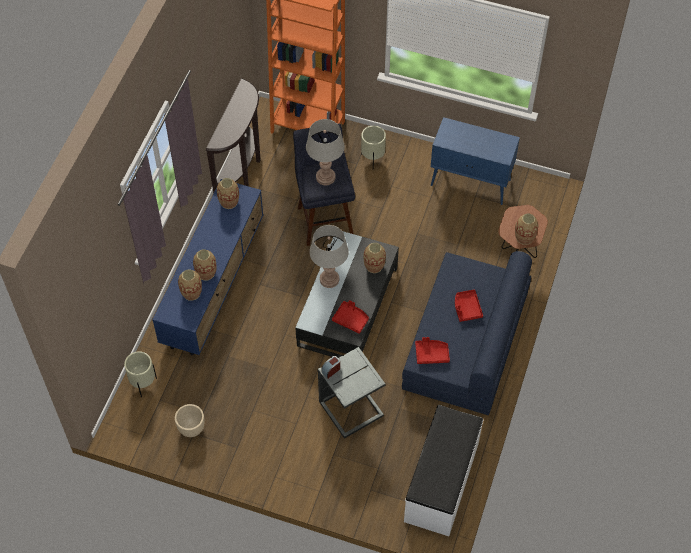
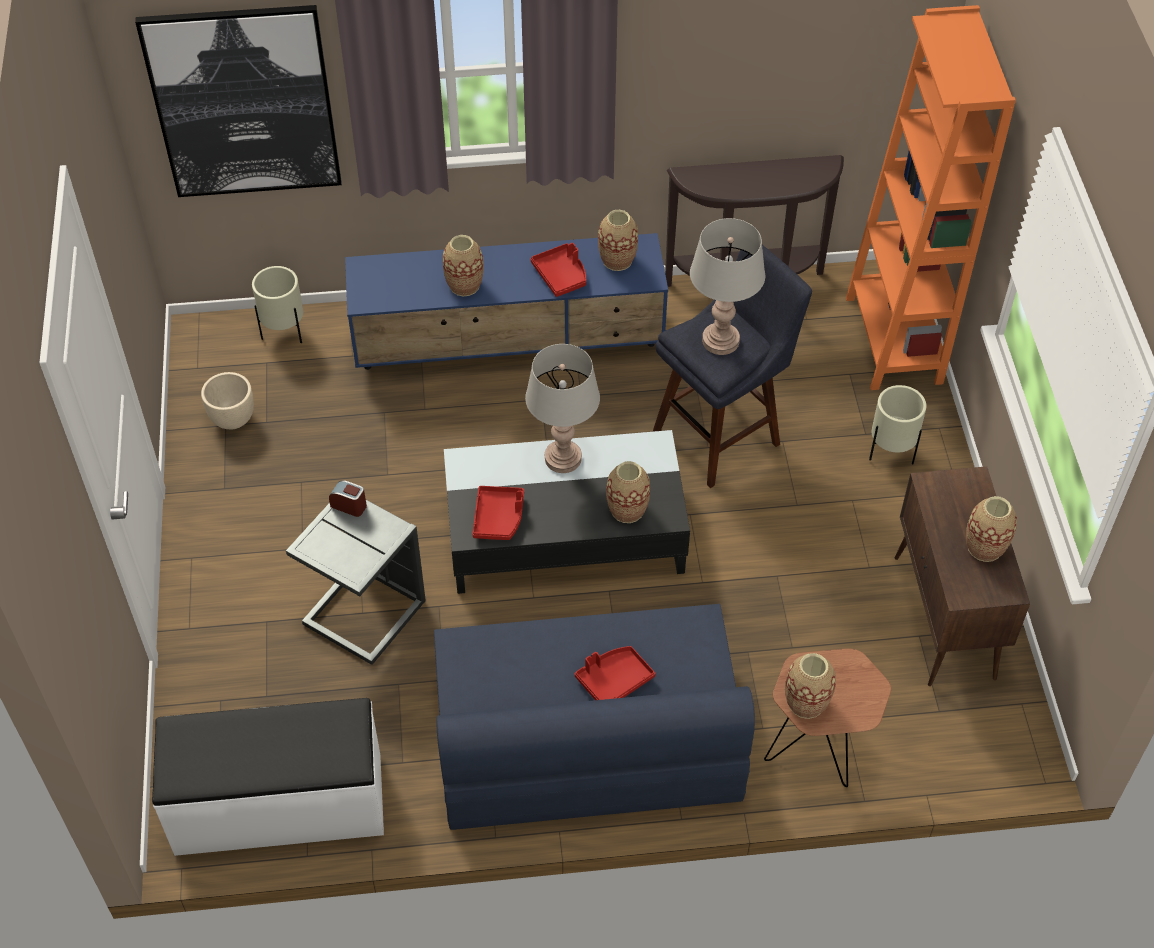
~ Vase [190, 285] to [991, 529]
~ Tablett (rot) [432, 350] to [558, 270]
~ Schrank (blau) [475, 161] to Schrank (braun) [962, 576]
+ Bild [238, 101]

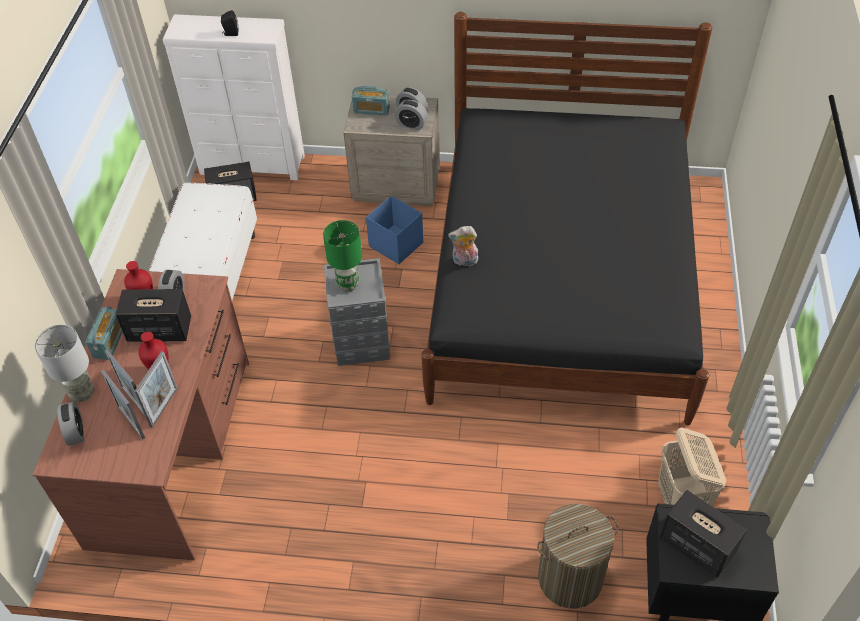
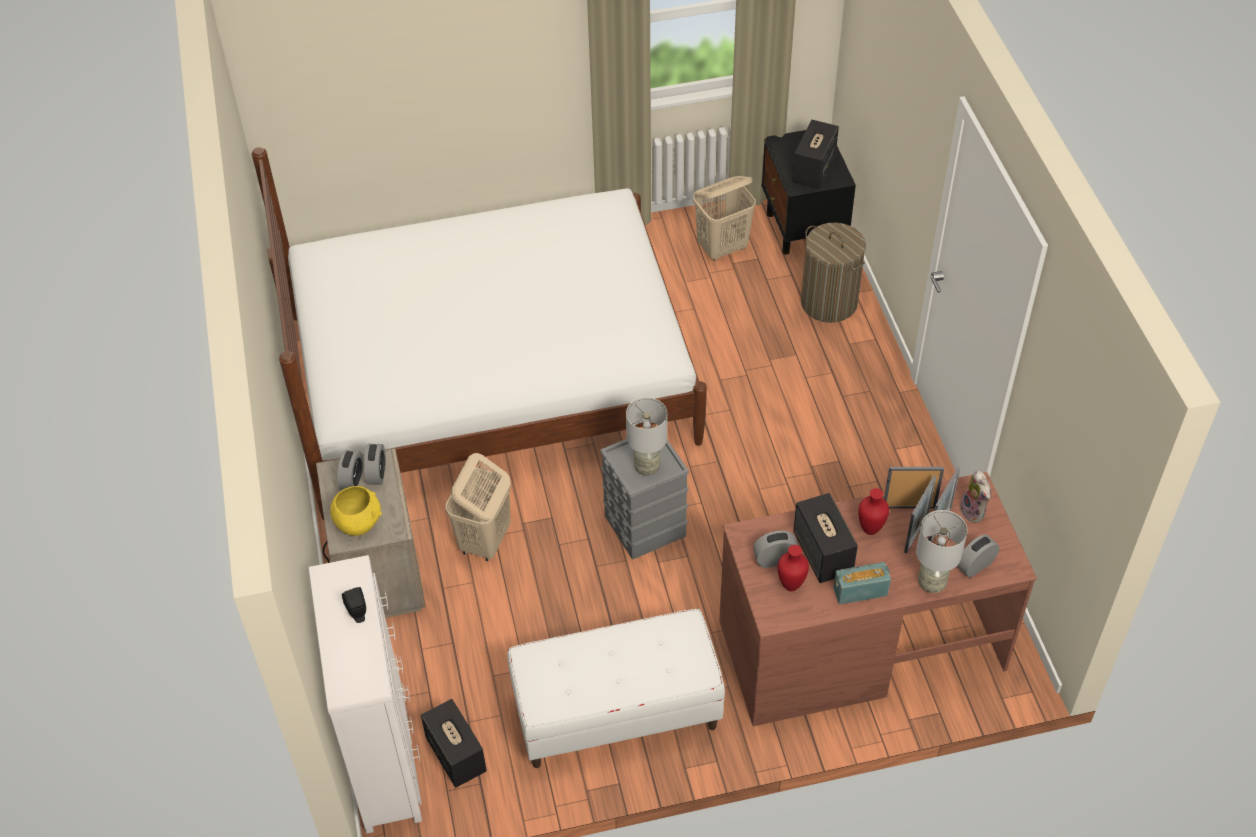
~ Tischlampe (grün) [342, 256] to Tischlampe (grau) [646, 436]
~ Radio [371, 101] to Schüssel (gelb) [356, 511]
~ Aufbewahrungsbox (blau) [394, 230] to Wäschekorb (beige) [478, 507]
~ Bett (schwarz) [566, 218] to Bett (weiß) [479, 333]
~ Plüschtier [464, 246] to [975, 496]

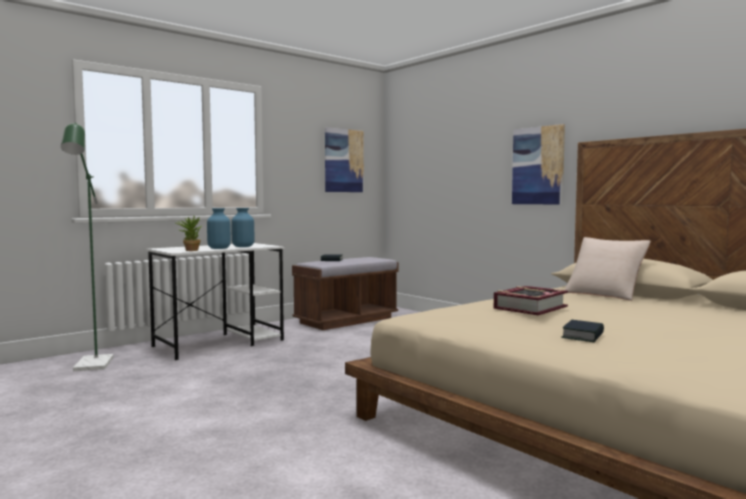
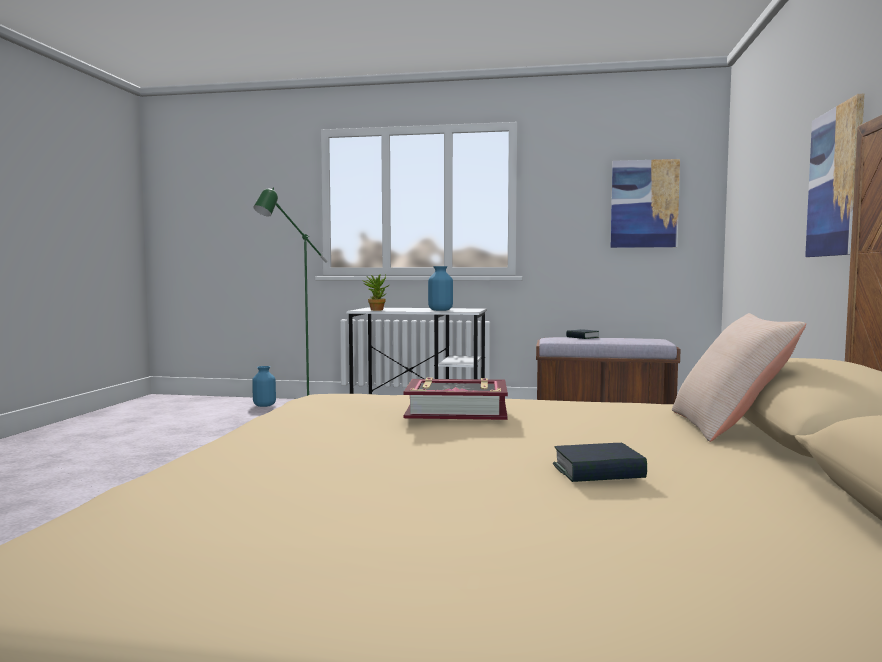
~ Vase (blau) [219, 228] to [264, 386]
~ Buch [582, 331] to [600, 462]

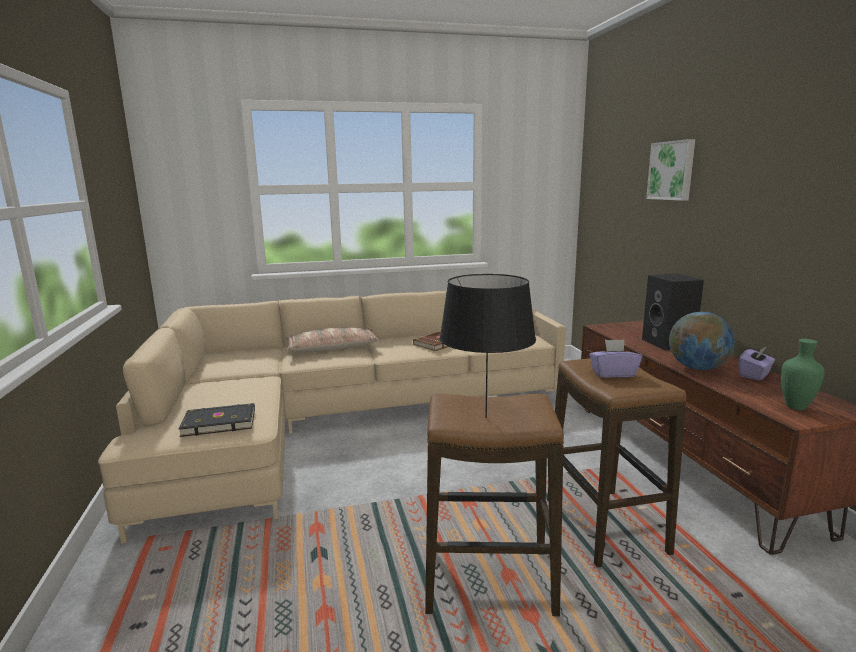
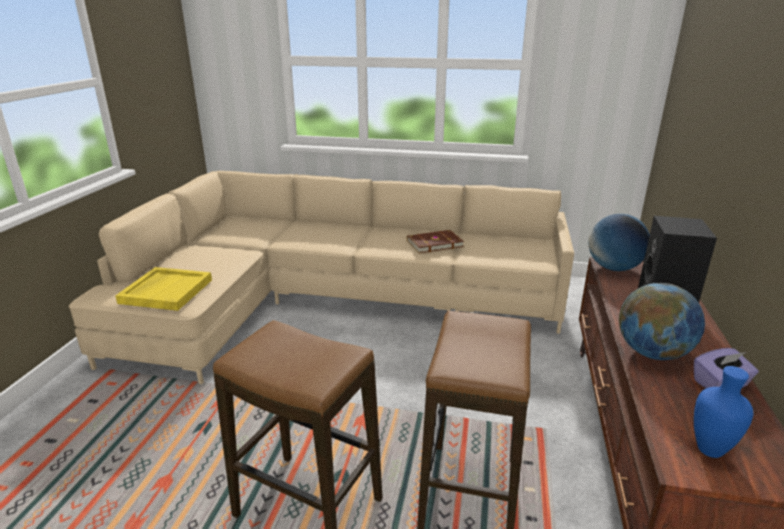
~ Buch (schwarz) [217, 420] to Tablett (gelb) [163, 289]
- Kissen [331, 339]
- Tischlampe (schwarz) [487, 346]
- Taschentuchbox (lila) [615, 358]
- Bild [670, 170]
~ Vase (grün) [803, 374] to Vase (blau) [723, 412]
+ Globus [619, 242]

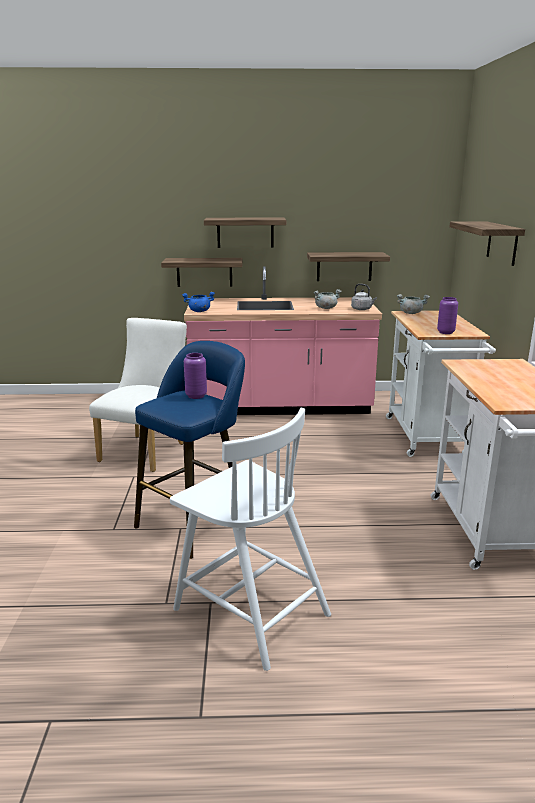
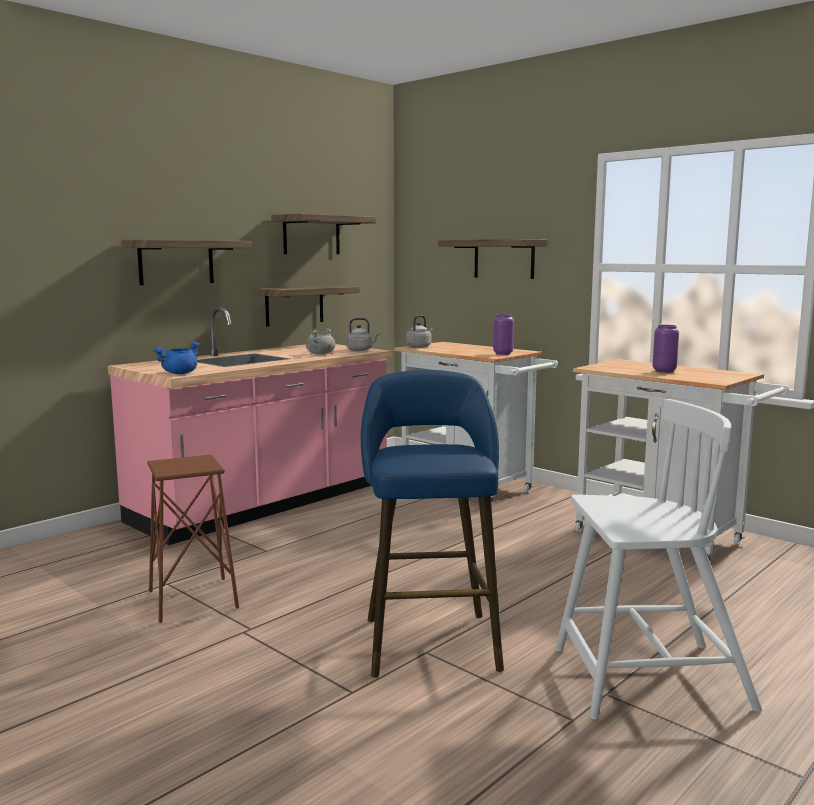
~ Stuhl (weiß) [138, 395] to Hocker (braun) [193, 539]
~ Wandregal [202, 272] to [323, 233]
~ Vase (lila) [195, 376] to [666, 349]
~ Kochtopf (grau) [413, 304] to Wasserkessel (grau) [419, 331]

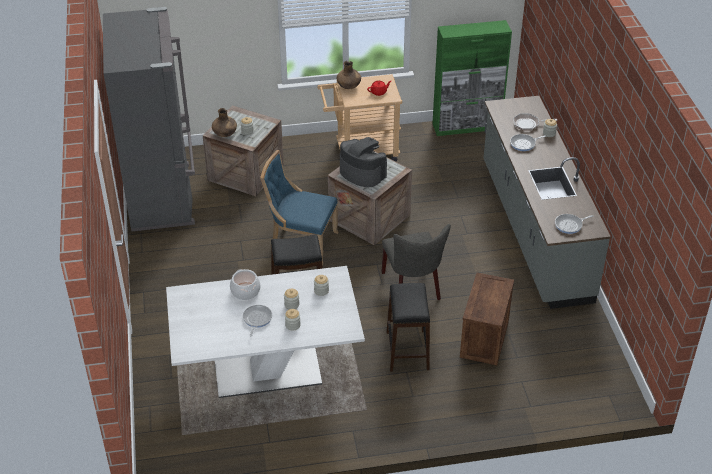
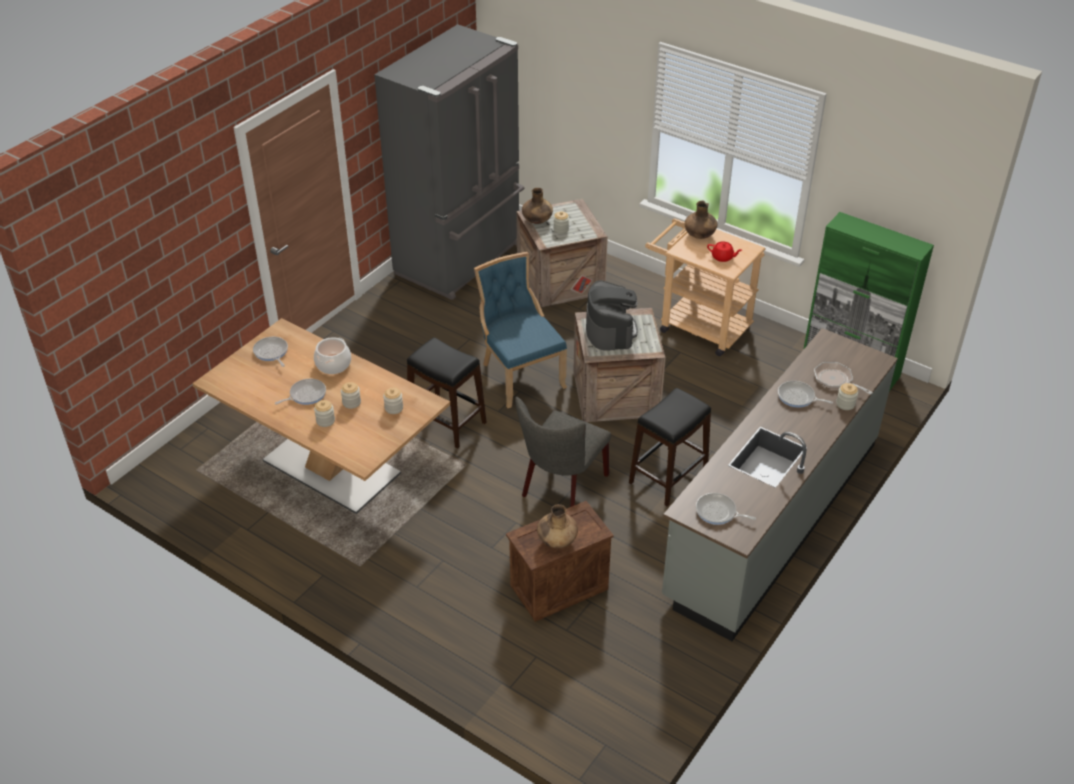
~ Esstisch (weiß) [265, 332] to Esstisch (braun) [321, 416]
~ Hocker (schwarz) [408, 327] to [670, 447]
+ Pfanne [270, 352]
+ Vase (braun) [557, 526]

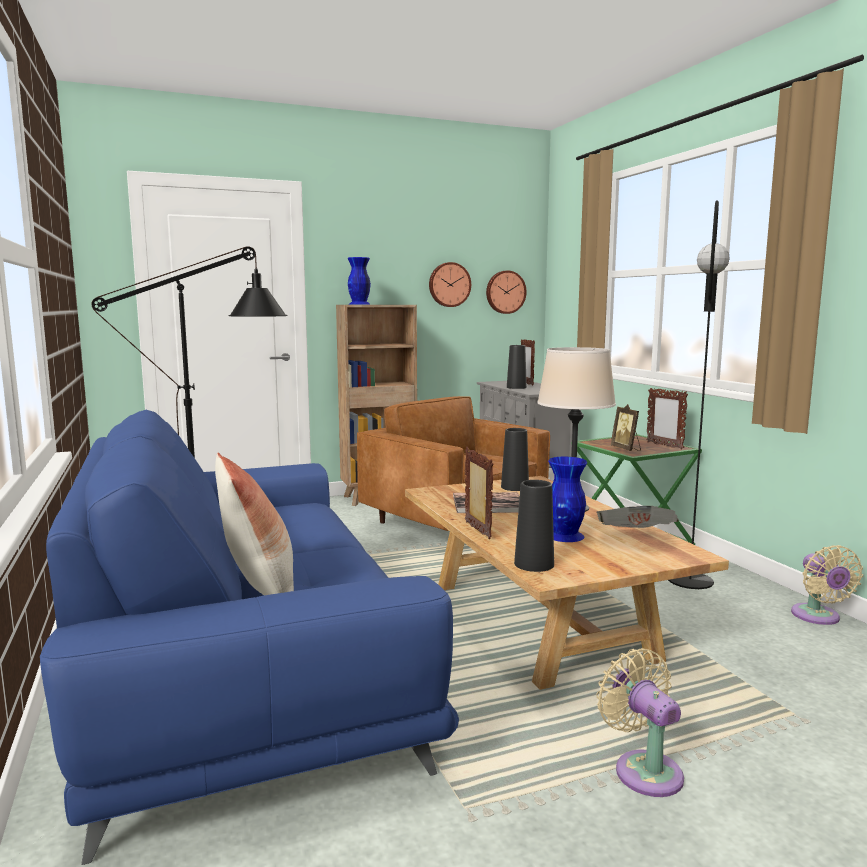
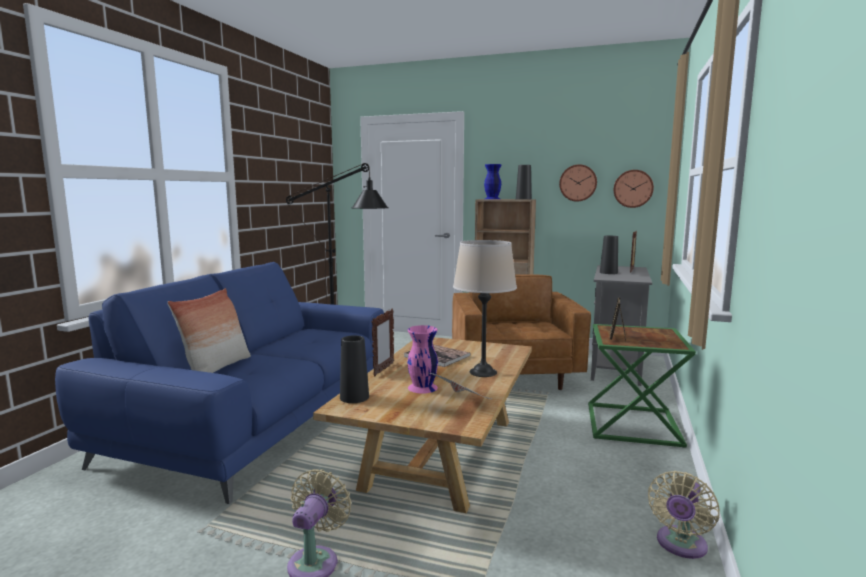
~ Vase (schwarz) [515, 459] to [524, 182]
~ Vase (blau) [567, 499] to Vase (rosa) [422, 359]
- Bilderrahmen [667, 418]
- Stehlampe (schwarz) [699, 395]

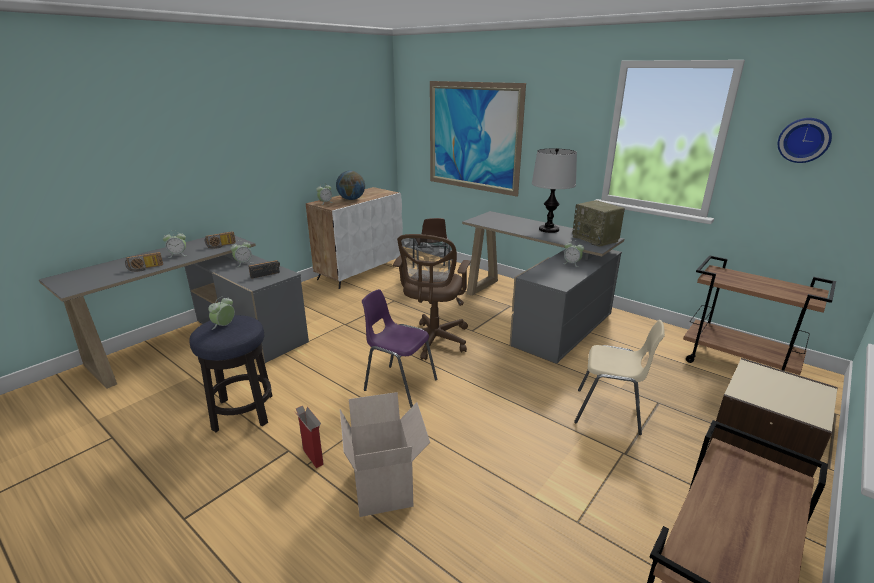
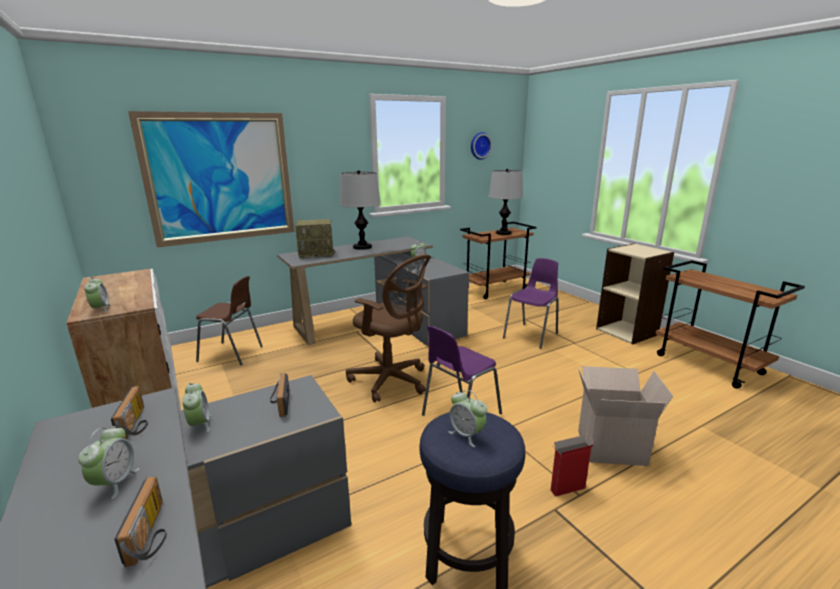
- Globus [350, 185]
~ Radio [598, 223] to [315, 238]
~ Stuhl (beige) [619, 377] to Stuhl (lila) [531, 303]
+ Tischlampe [506, 202]

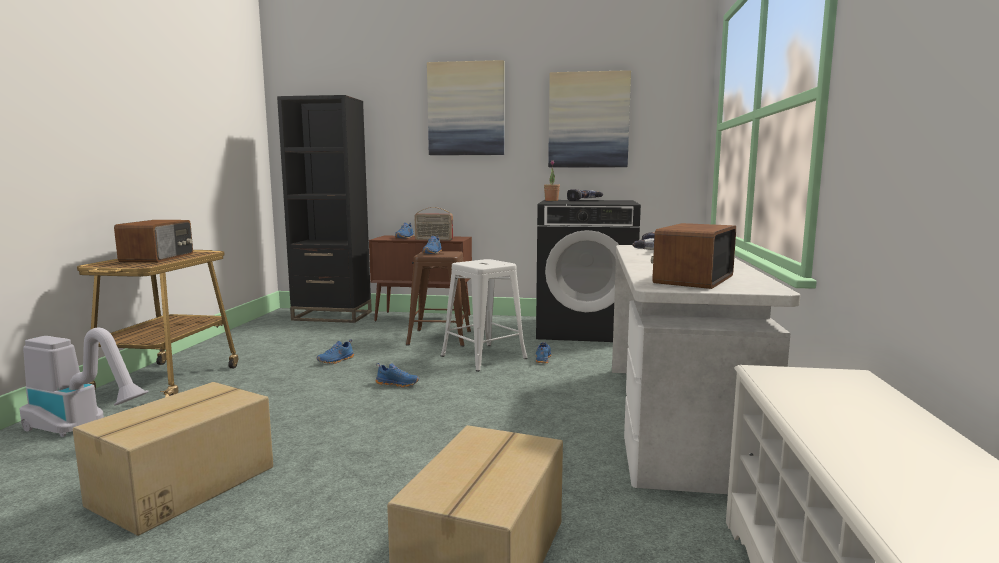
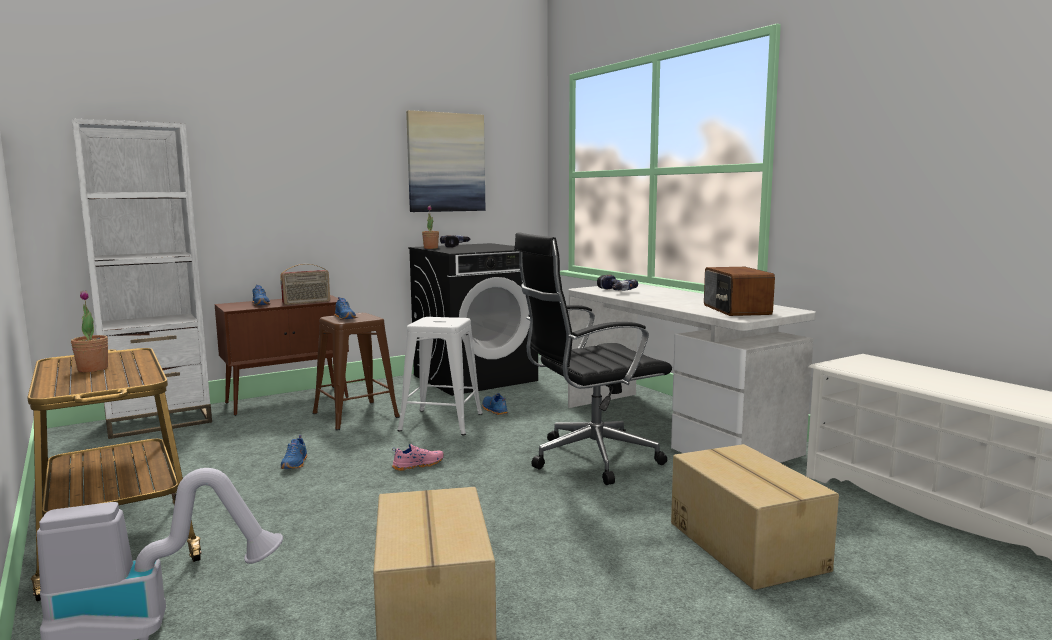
~ Radio [153, 241] to Topfpflanze [89, 331]
~ Bücherregal (schwarz) [324, 209] to Bücherregal (weiß) [142, 278]
~ Schuh (blau) [397, 375] to Schuh (rosa) [418, 457]
- Bild [466, 107]
+ Bürostuhl (schwarz) [593, 358]

